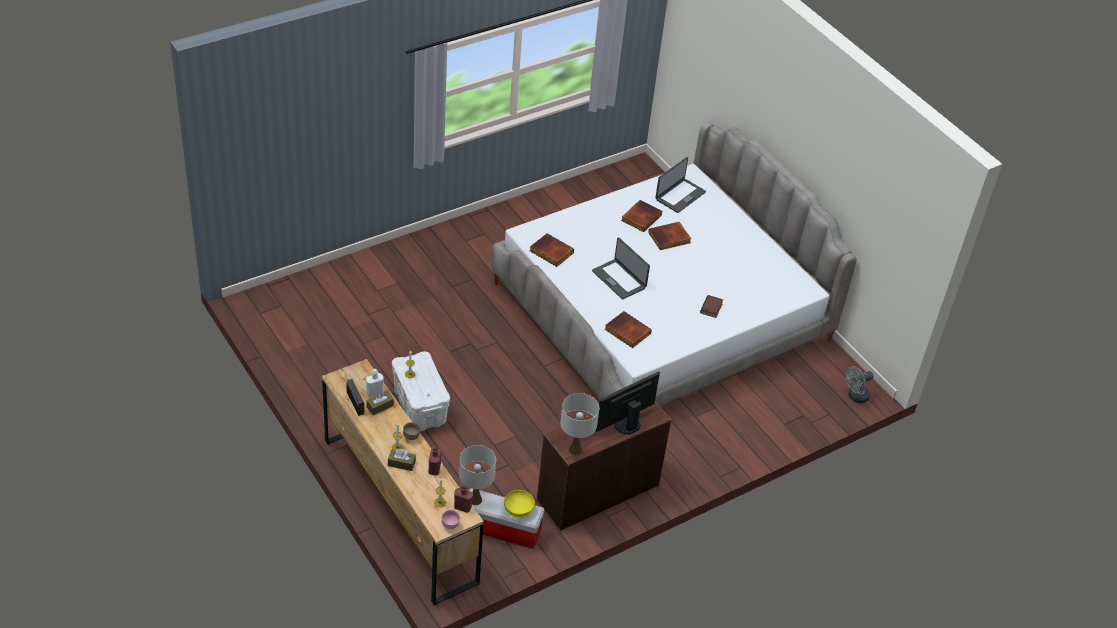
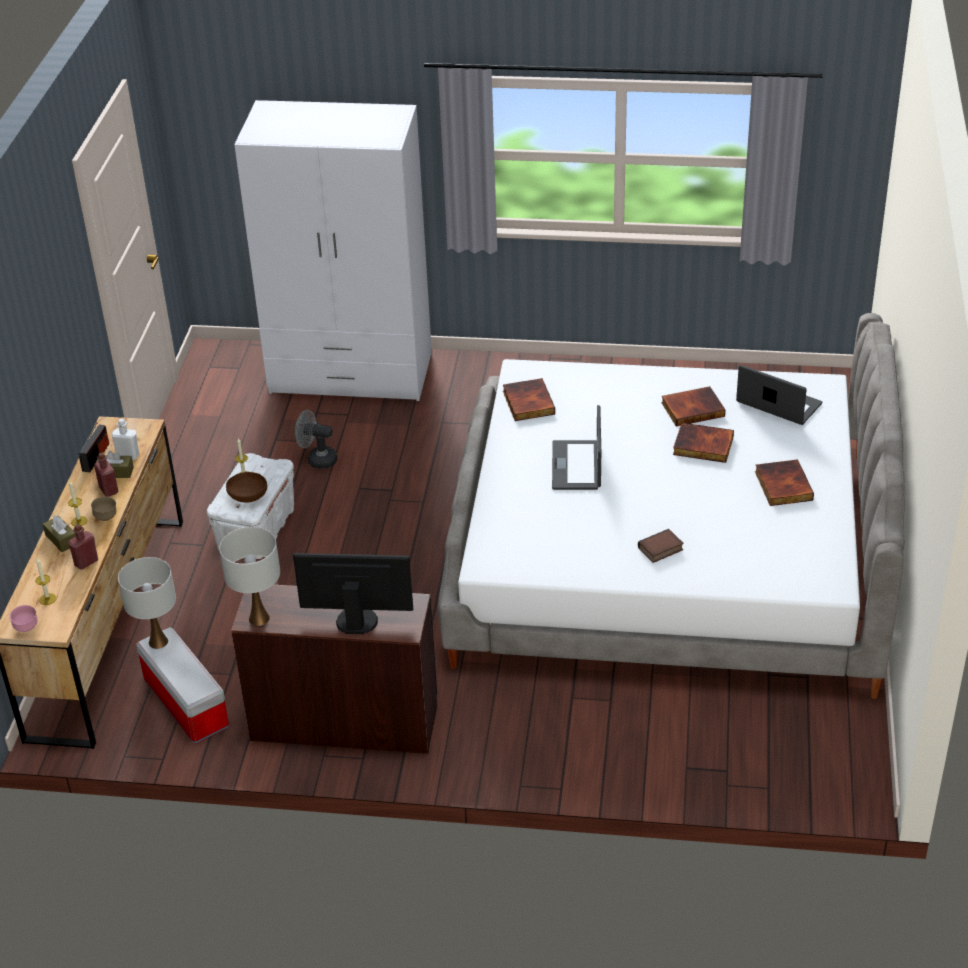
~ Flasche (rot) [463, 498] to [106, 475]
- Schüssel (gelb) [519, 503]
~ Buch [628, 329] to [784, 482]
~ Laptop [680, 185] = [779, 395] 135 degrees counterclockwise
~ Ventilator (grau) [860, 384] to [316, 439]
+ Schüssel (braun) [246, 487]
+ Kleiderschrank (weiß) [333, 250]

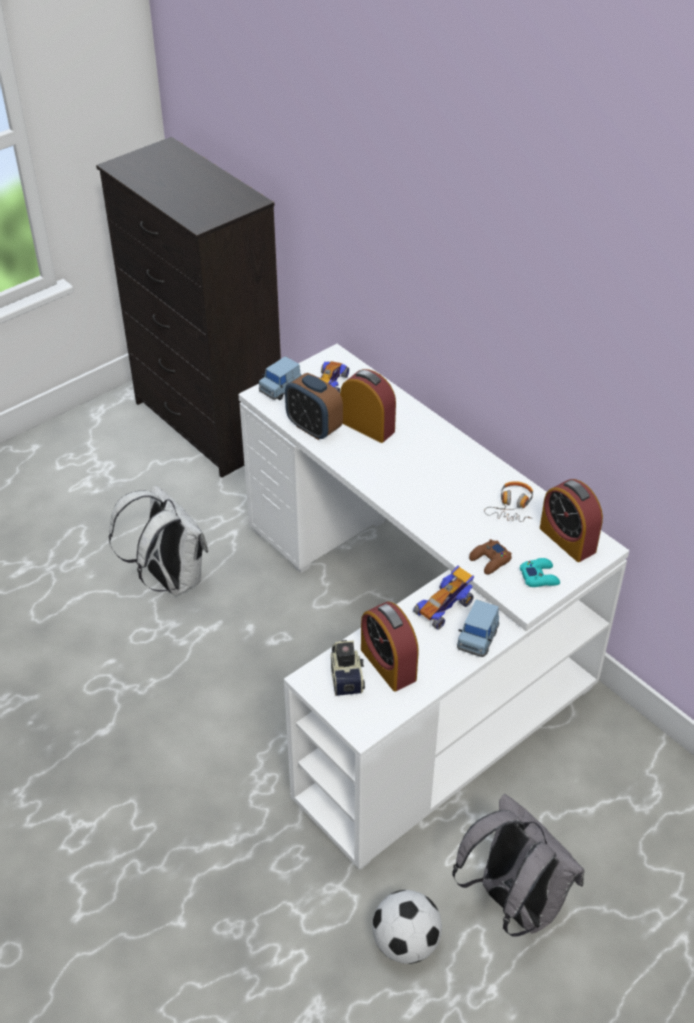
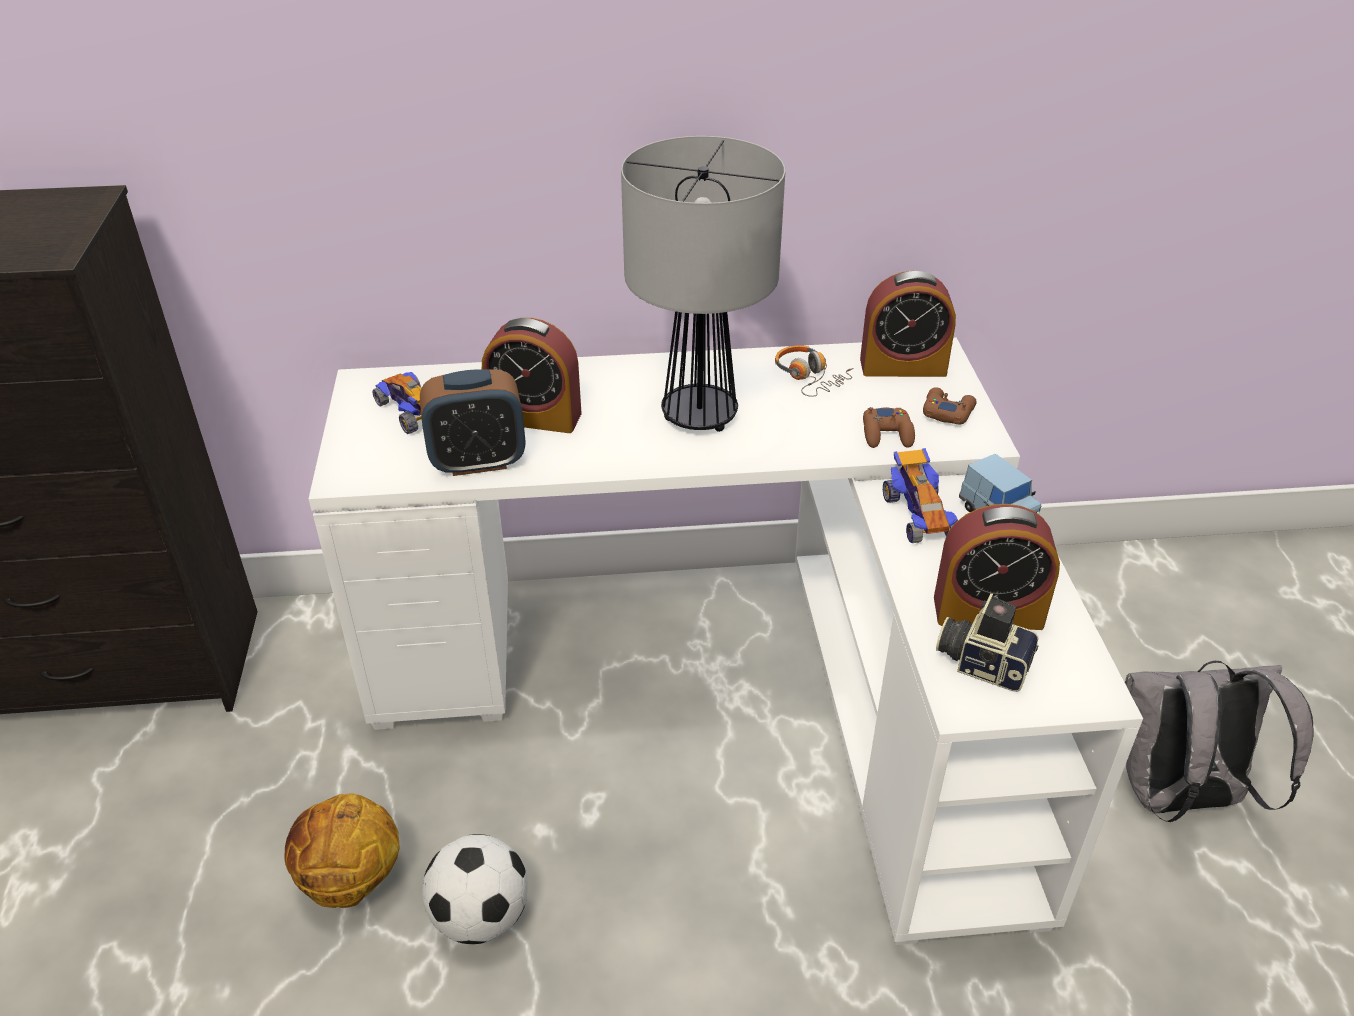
~ Rucksack (weiß) [158, 540] to Basketball [342, 850]
- Spielzeugauto (blau) [280, 378]
~ Wecker [368, 406] = [531, 375] 150 degrees counterclockwise
~ Fußball [407, 927] to [475, 889]
~ Gamepad (türkis) [540, 572] to Gamepad (braun) [950, 405]
+ Tischlampe [703, 284]

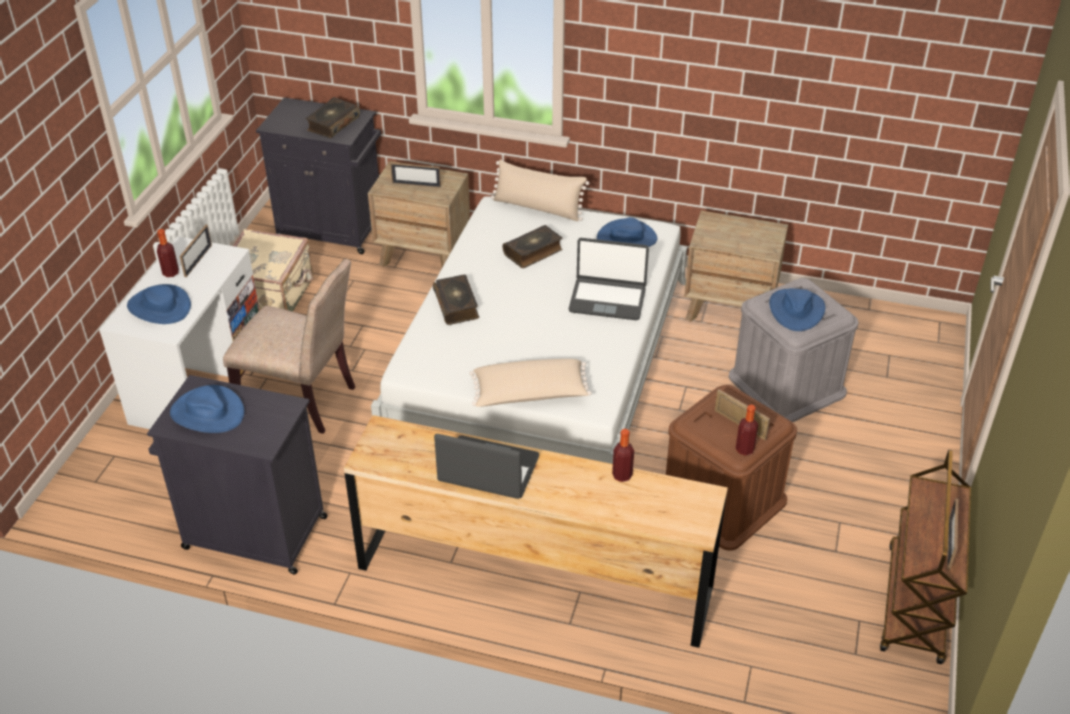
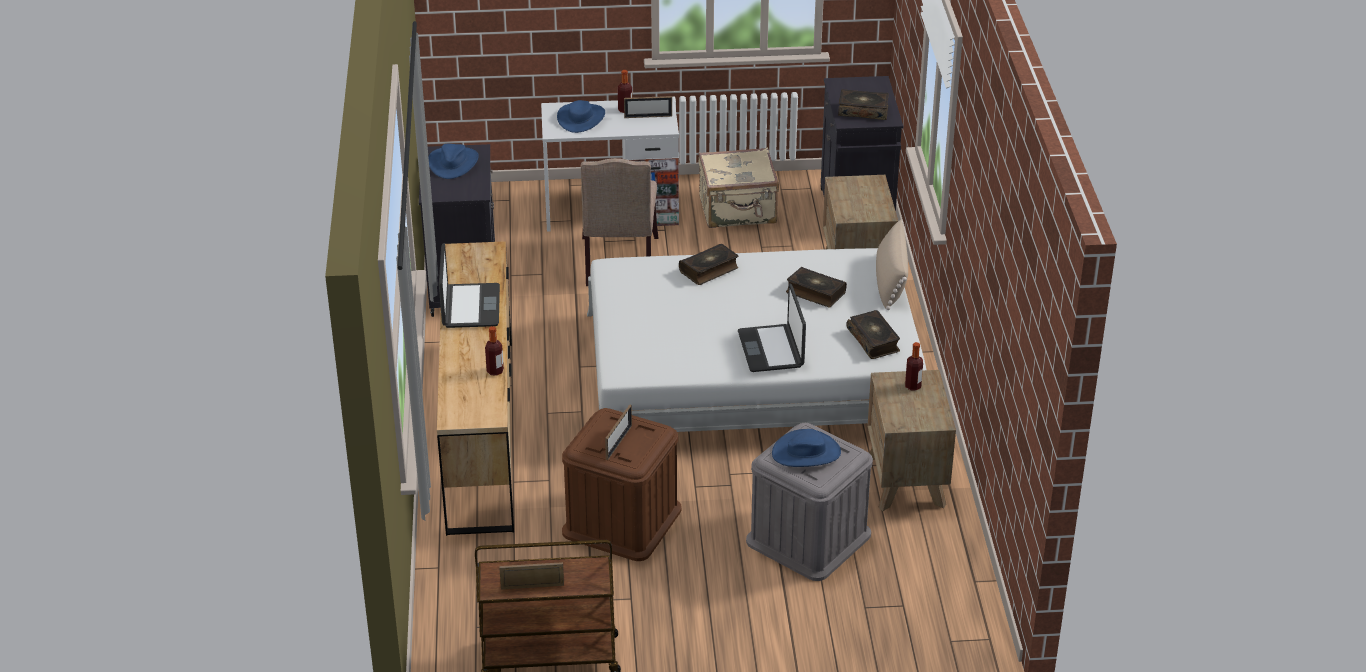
- Bilderrahmen [416, 175]
- Kissen (beige) [530, 383]
~ Hut (blau) [627, 232] to Buch [873, 334]
~ Flasche [746, 430] to [914, 366]

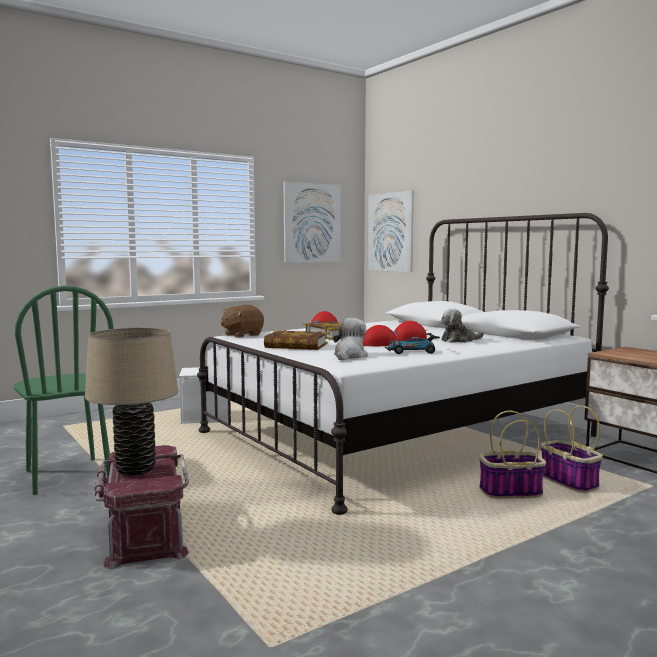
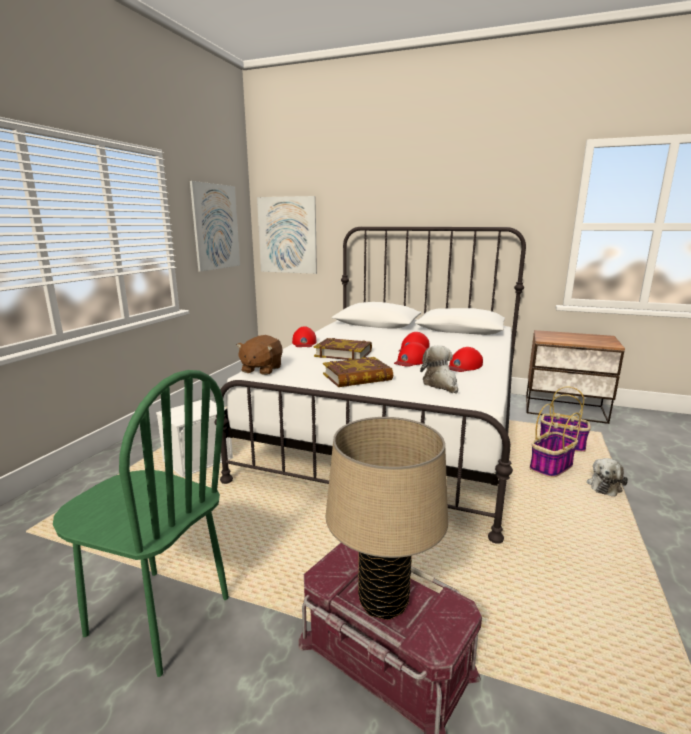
~ Spielzeugauto [412, 343] to Kappe (rot) [466, 359]
~ Plüschtier [462, 326] to [607, 477]

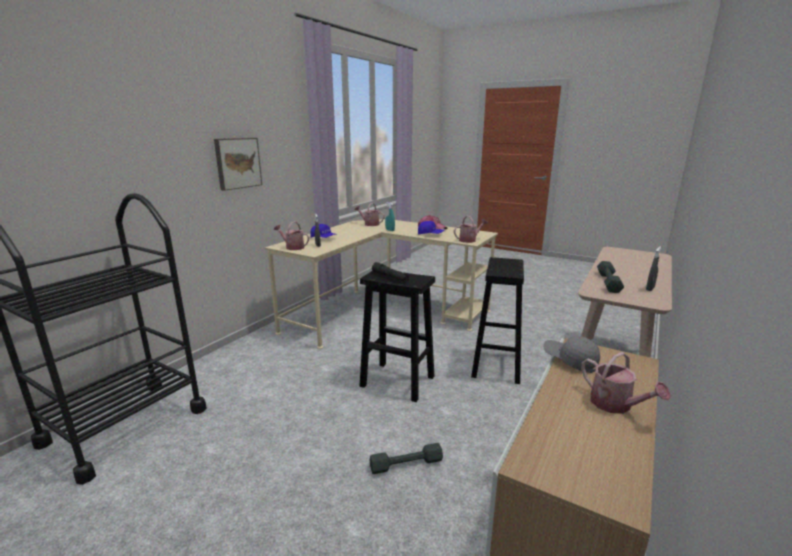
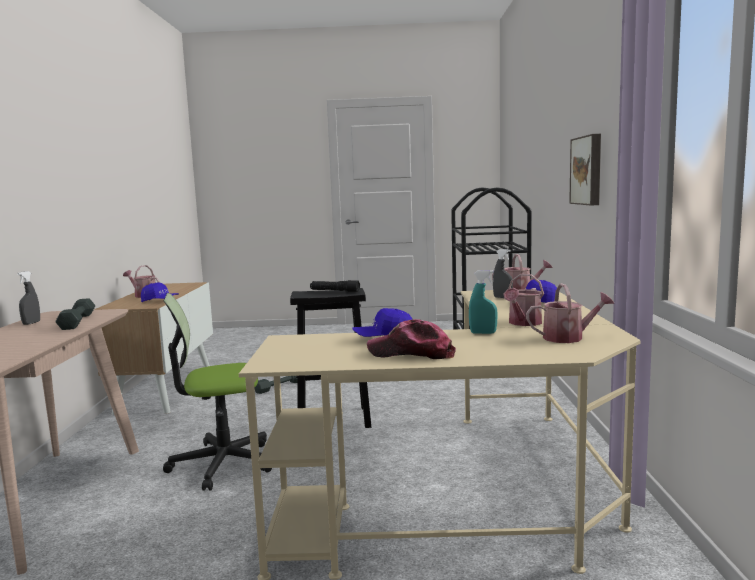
~ Gießkanne [471, 229] to [524, 300]
~ Hocker (schwarz) [497, 320] to Bürostuhl [217, 392]
~ Kappe (grau) [571, 354] to Kappe (blau) [160, 292]

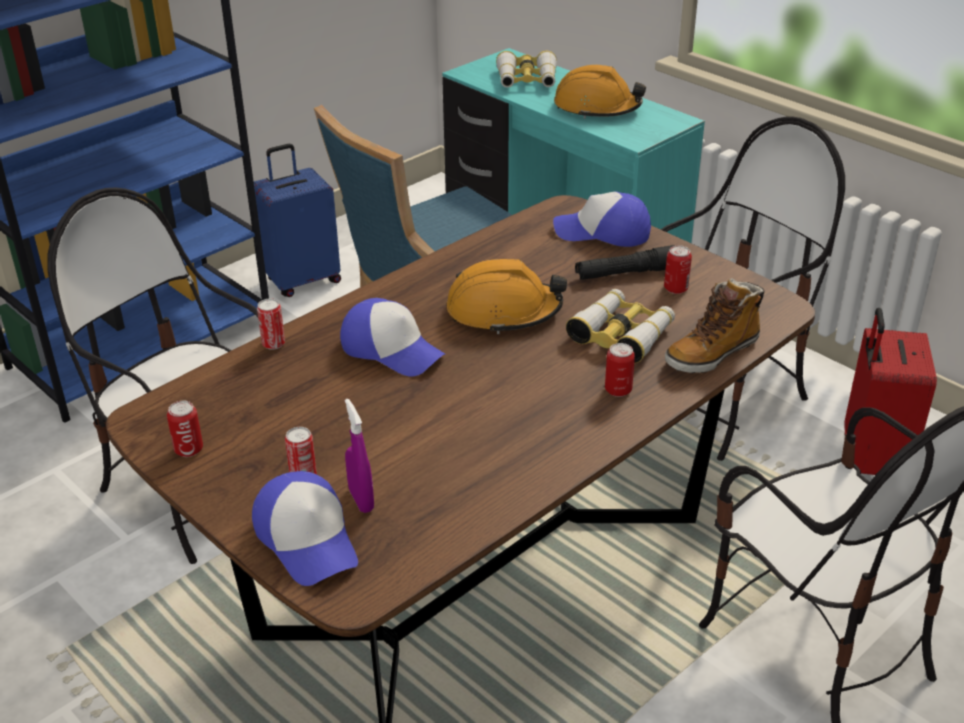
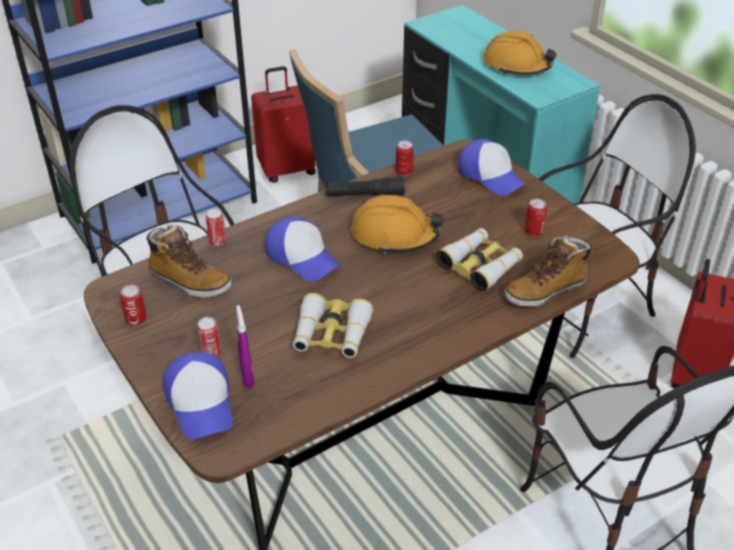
~ Koffer (blau) [297, 220] to Koffer (rot) [283, 124]
~ Fernglas [526, 69] to [333, 325]
~ Kappe [602, 219] = [492, 167] 150 degrees counterclockwise
~ Taschenlampe (schwarz) [624, 262] to [365, 186]
~ Dose [620, 370] to [405, 158]
+ Stiefel [189, 261]

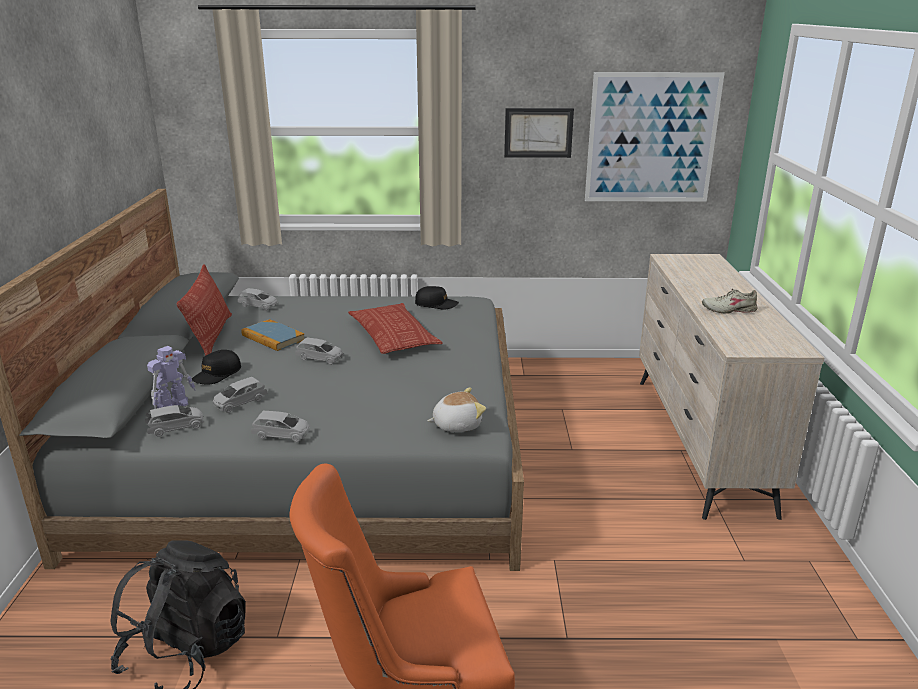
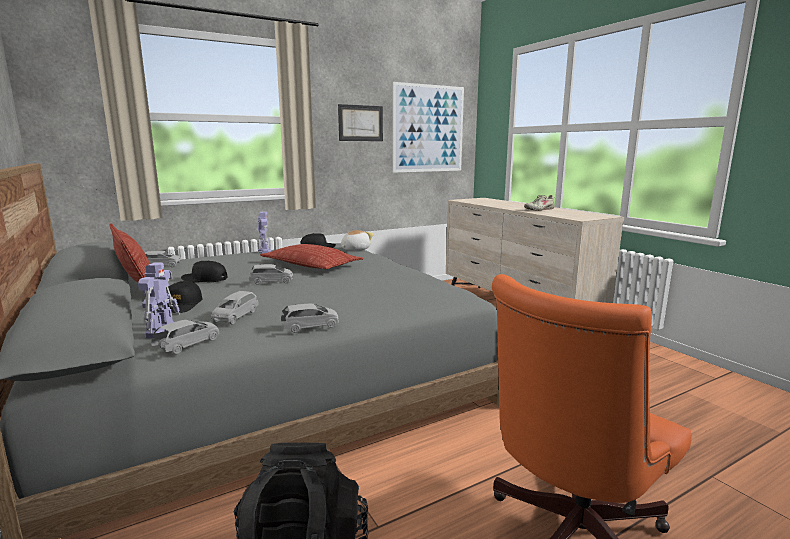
~ Buch [273, 335] to Kappe (schwarz) [204, 271]
~ Plüschtier [456, 409] to [357, 240]
+ Spielzeugroboter [264, 233]

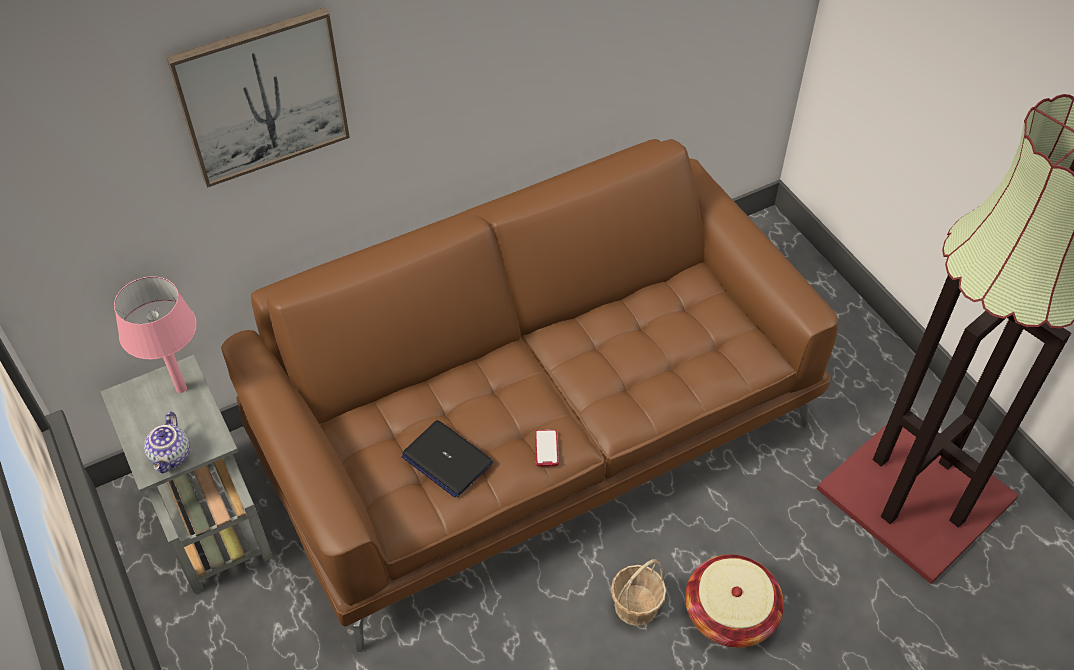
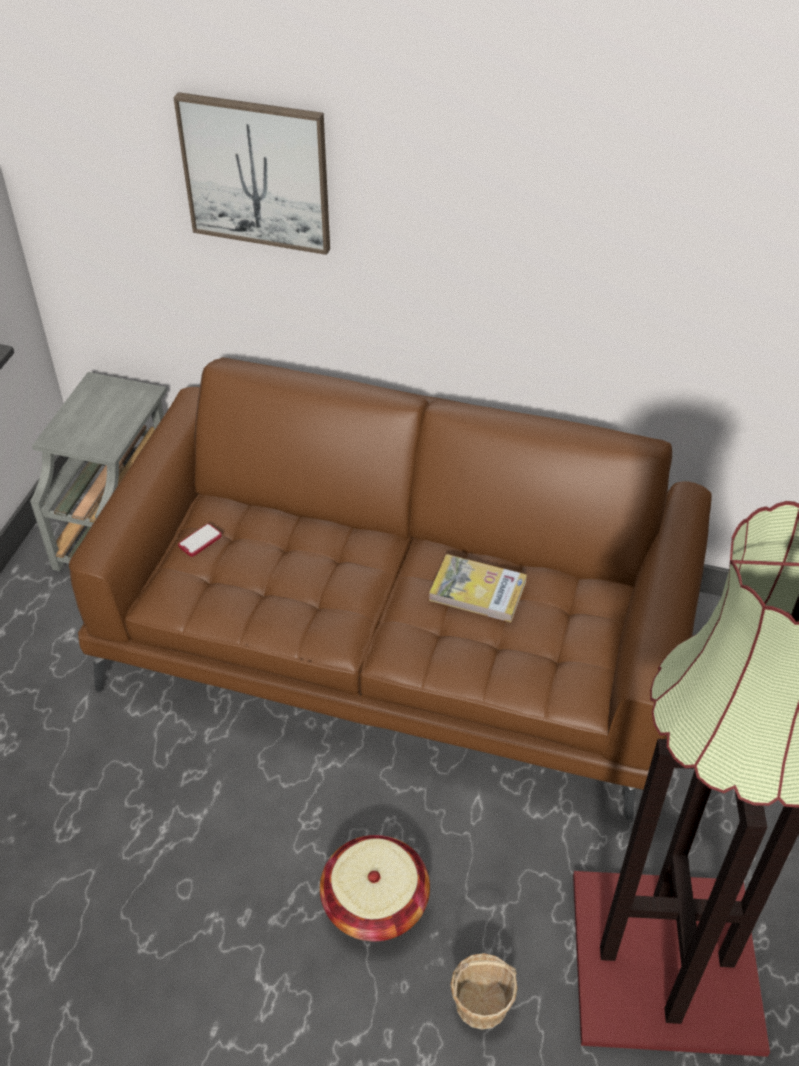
- Tischlampe (rosa) [155, 334]
- Teekanne [167, 442]
- Laptop [447, 459]
~ Handy [547, 448] to [200, 540]
~ Korb [638, 592] to [484, 991]
+ Buch [478, 588]

